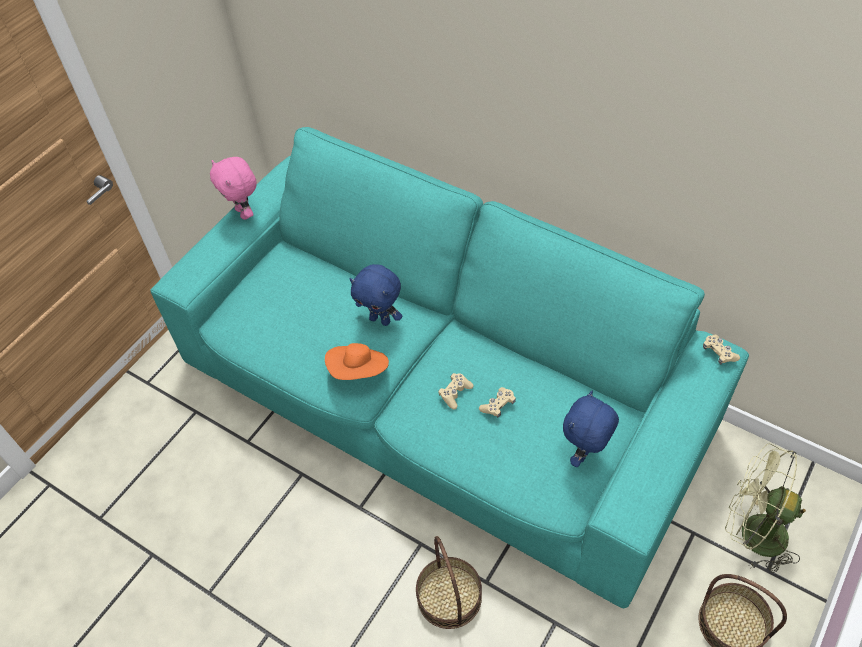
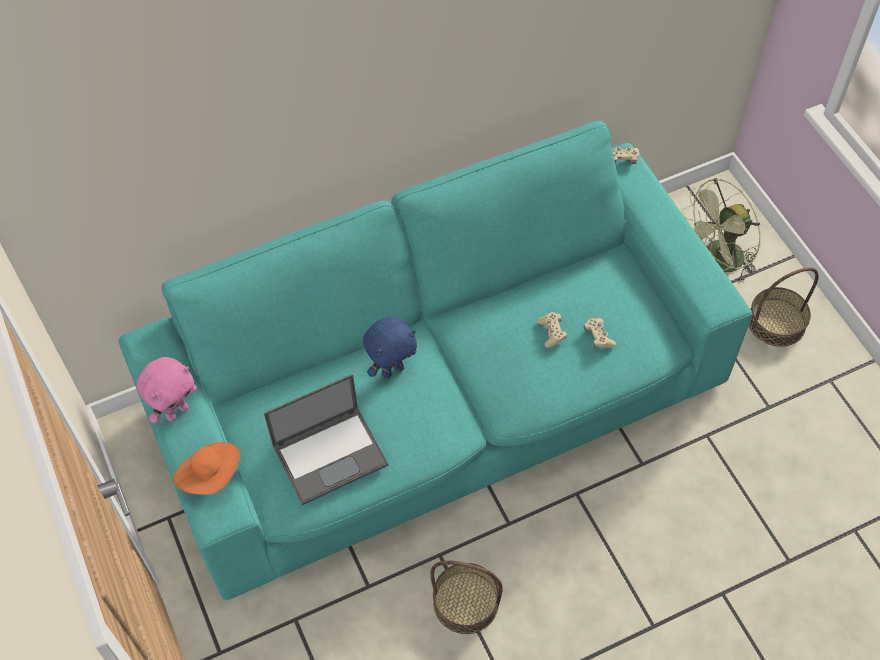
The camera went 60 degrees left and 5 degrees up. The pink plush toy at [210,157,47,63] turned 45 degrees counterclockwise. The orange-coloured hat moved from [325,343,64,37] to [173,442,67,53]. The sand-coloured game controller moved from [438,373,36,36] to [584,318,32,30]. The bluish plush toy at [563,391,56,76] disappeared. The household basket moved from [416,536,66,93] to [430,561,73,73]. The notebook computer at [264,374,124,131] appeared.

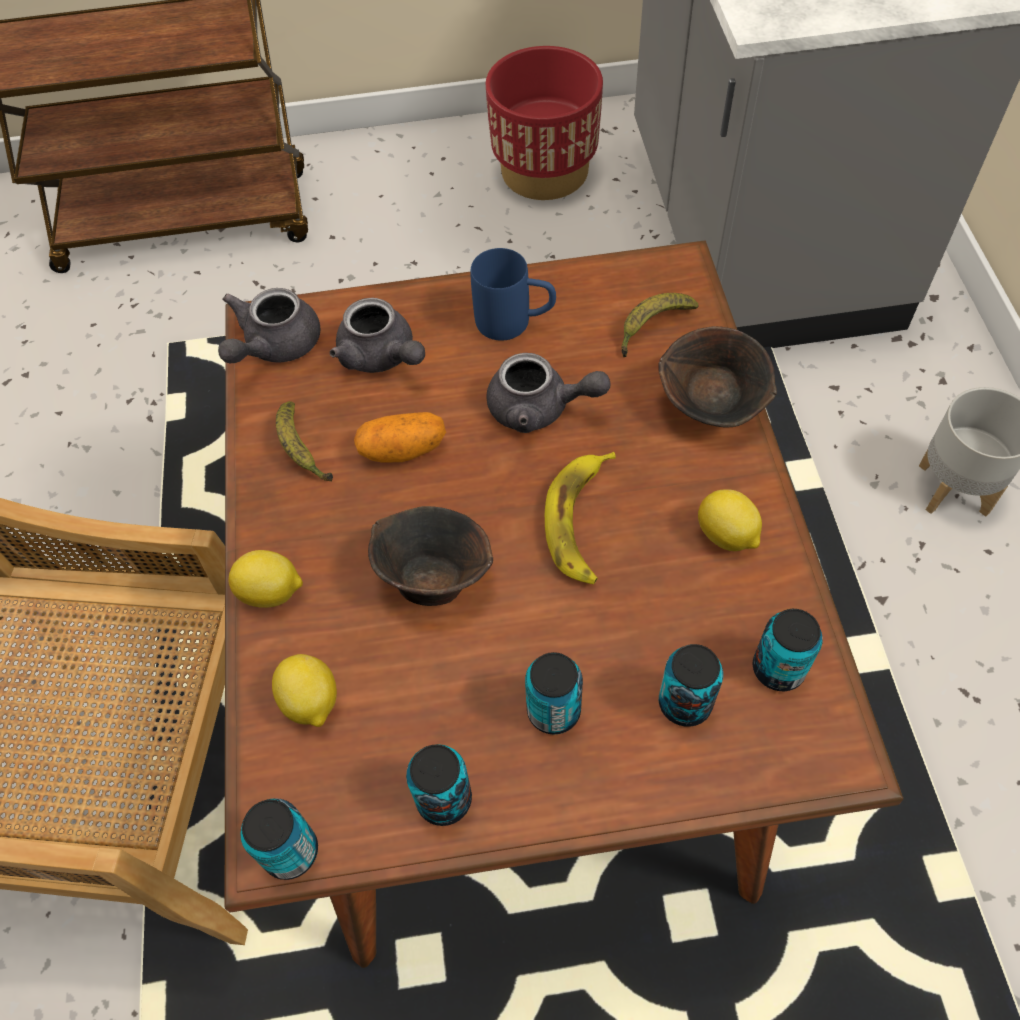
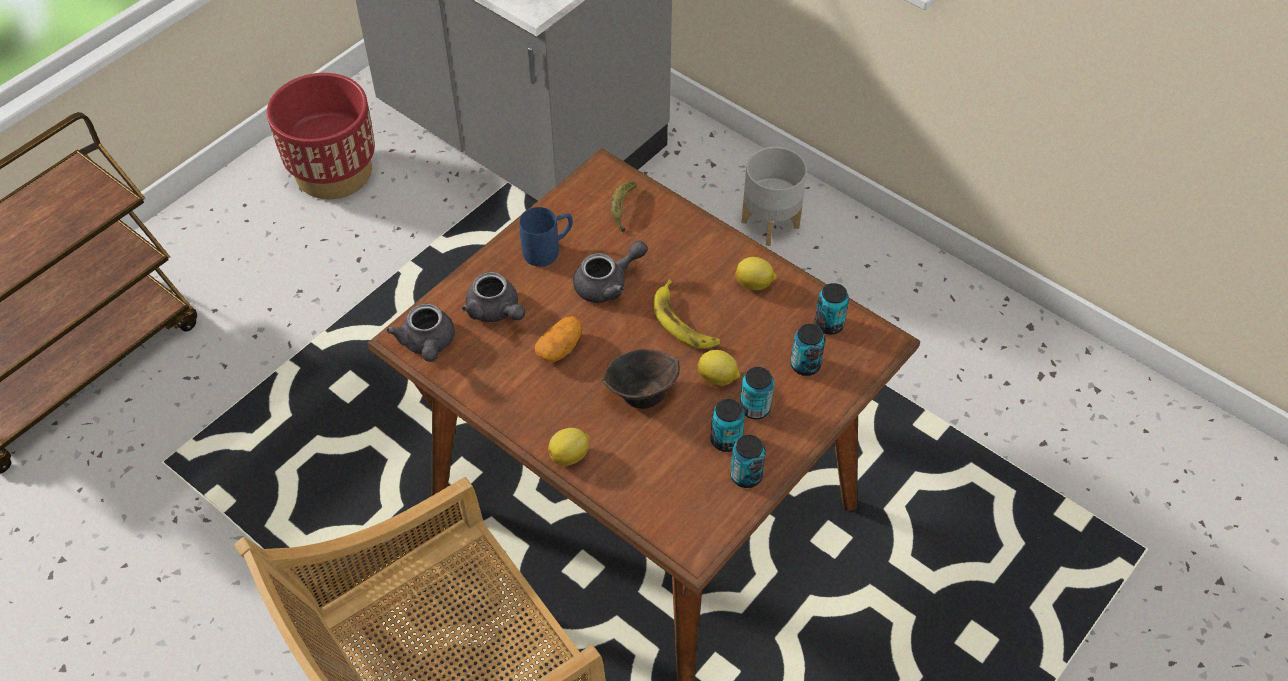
The camera went 45 degrees left and 5 degrees down. The grey pot for tea at [329,298,96,75] turned 45 degrees clockwise. The brown-coloured serving bowl at [658,326,119,101] disappeared. The whole banana at [276,401,57,81] disappeared. The whole lemon moved from [272,654,65,73] to [698,350,42,36]. The metal can moved from [240,798,78,82] to [710,399,35,53].

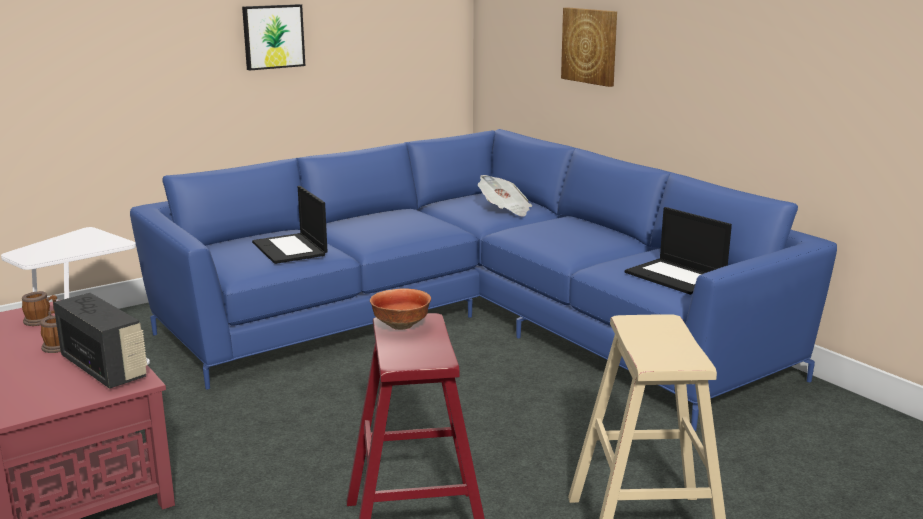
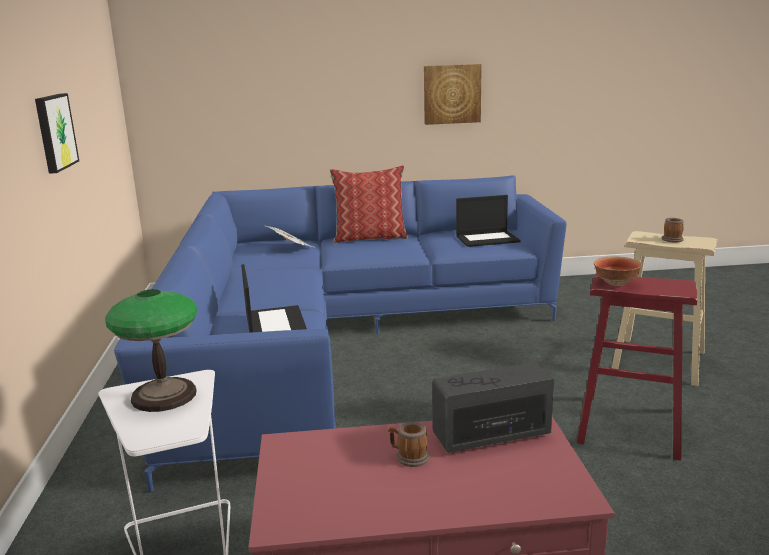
The camera went 60 degrees left and 0 degrees up. The wall art moved from [561,7,56,80] to [424,64,58,61]. The notebook computer at [252,186,76,78] turned 105 degrees counterclockwise. The tea mug moved from [22,291,35,35] to [662,218,22,24]. The pillow at [330,165,78,78] appeared. The table lamp at [105,289,93,123] appeared.

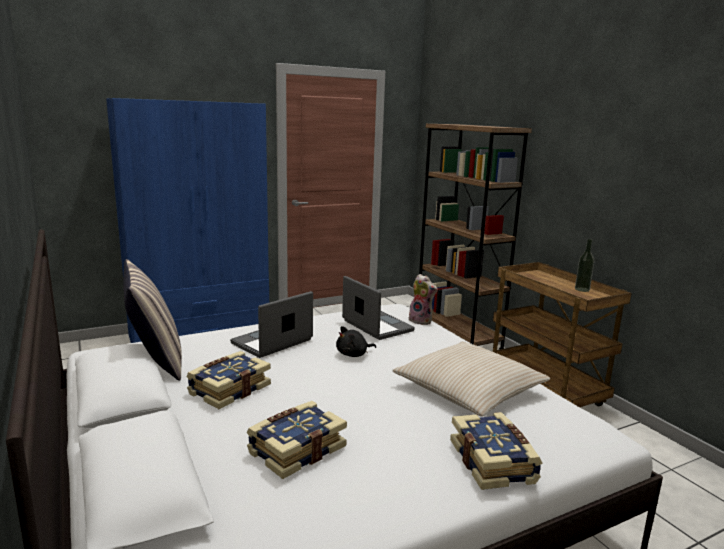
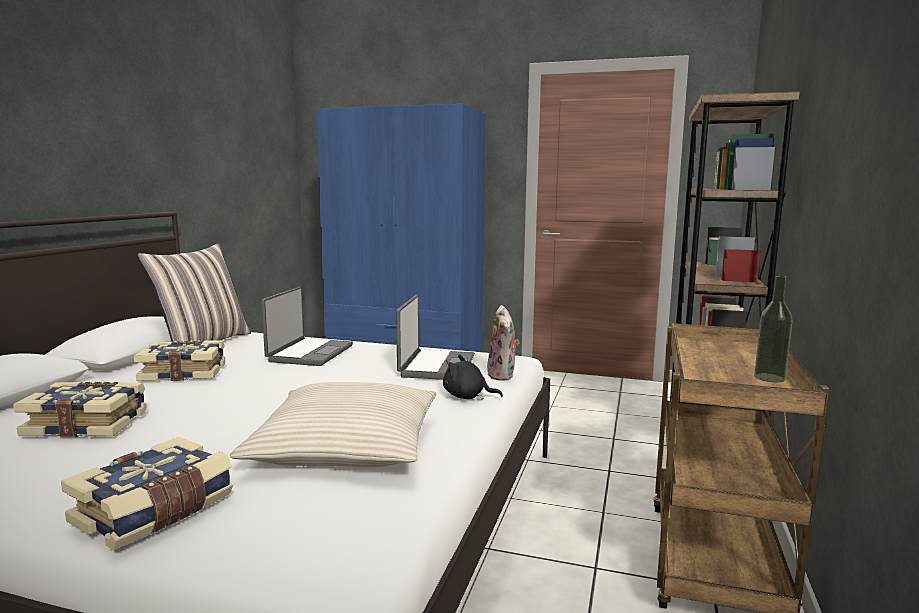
The camera went 45 degrees right and 5 degrees down. The notebook computer at [230,291,83,67] turned 105 degrees clockwise. The black plush toy moved from [336,326,40,31] to [443,354,60,46].

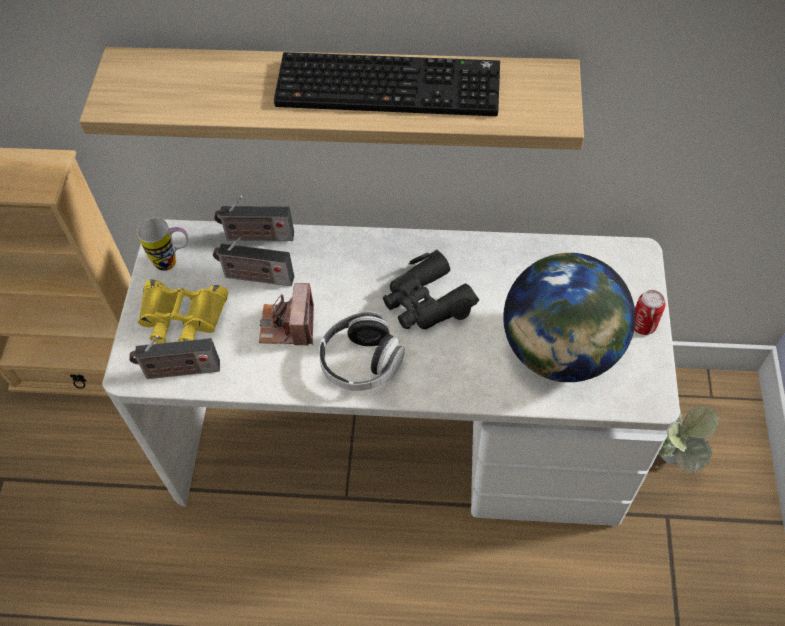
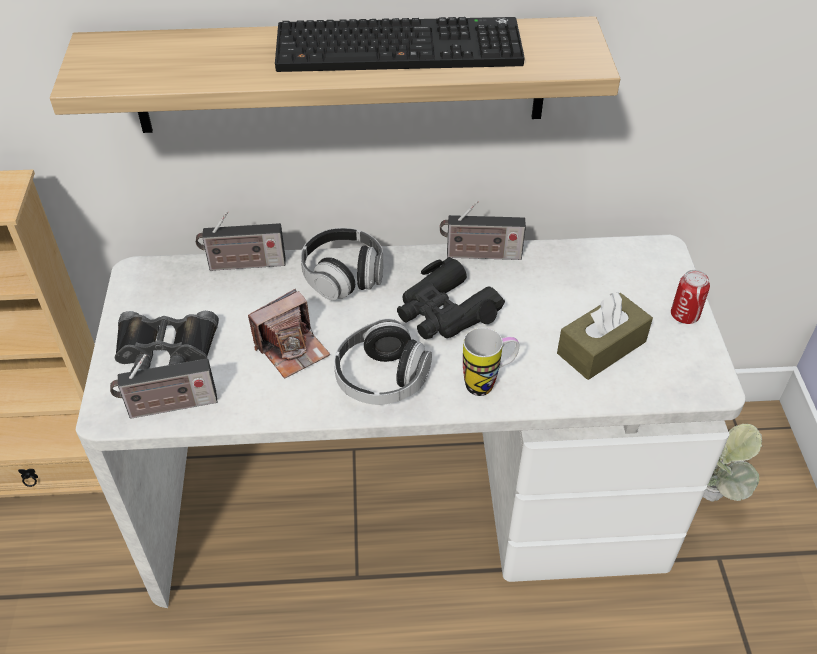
The camera went 10 degrees left and 10 degrees down. The tea mug moved from [137,218,51,53] to [463,328,56,68]. The radio receiver moved from [213,237,81,49] to [440,200,86,60]. The globe at [503,253,132,129] was replaced by the brown-coloured tissue box at [557,292,96,88]. The yellow-coloured pair of binoculars at [138,279,91,64] became the black pair of binoculars at [115,311,104,61]. The still camera at [259,283,55,62] turned 120 degrees counterclockwise. The headset at [301,228,82,72] appeared.

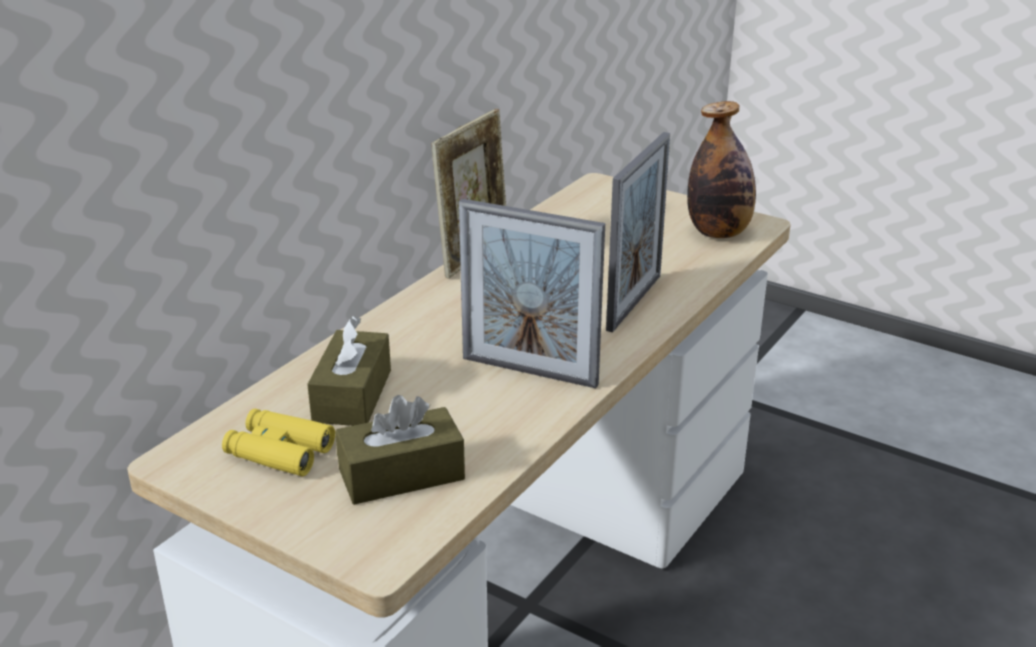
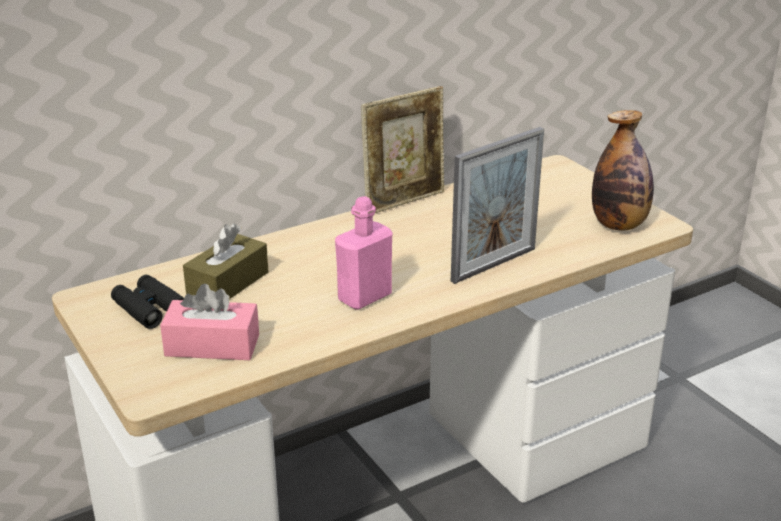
The camera went 25 degrees right and 0 degrees up. The standing frame at [459,199,146,189] was replaced by the pink beverage bottle at [335,196,58,114]. The brown-coloured tissue box at [335,395,130,110] became the pink tissue box at [160,284,99,76]. The yellow-coloured pair of binoculars at [222,408,113,68] became the black pair of binoculars at [111,275,73,54].

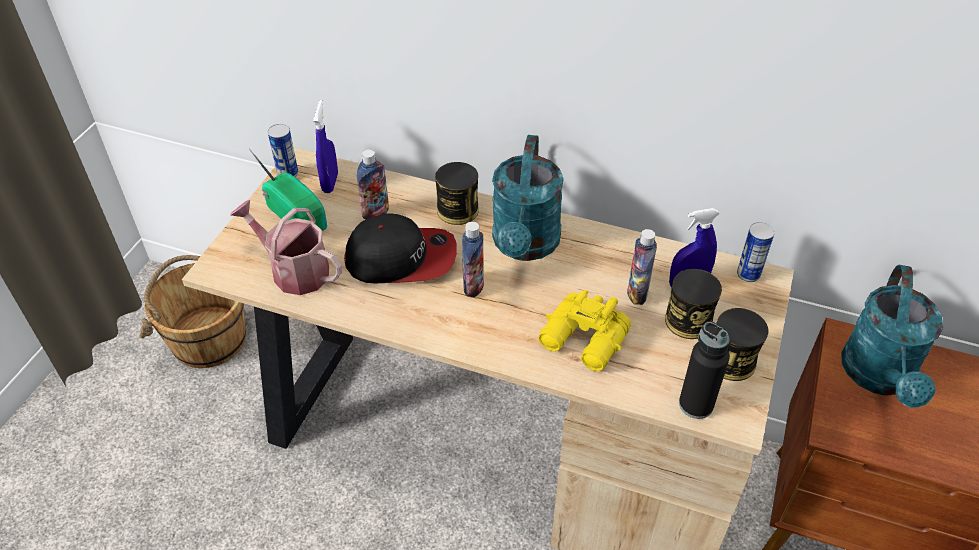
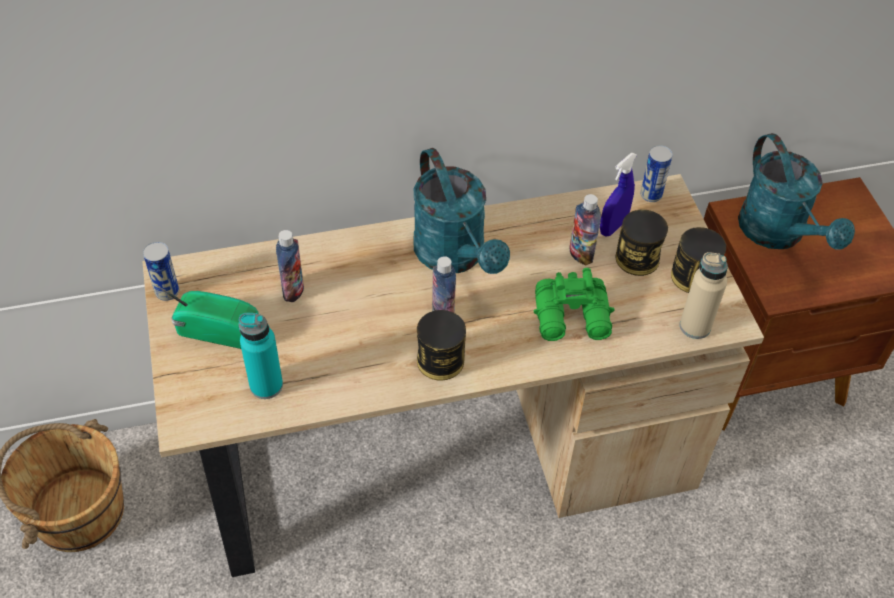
The camera went 35 degrees left and 5 degrees up. The bluish spray bottle at [313,100,25,93] disappeared. The metal can moved from [435,162,44,63] to [417,310,49,70]. The watering pot at [230,200,112,95] was replaced by the blue-green beverage bottle at [238,313,45,86]. The peaked cap at [344,214,113,70] disappeared. The yellow-coloured pair of binoculars at [538,290,93,81] became the green-coloured pair of binoculars at [534,268,81,73]. The black beverage bottle at [679,321,51,98] became the sand-coloured beverage bottle at [680,252,48,87].

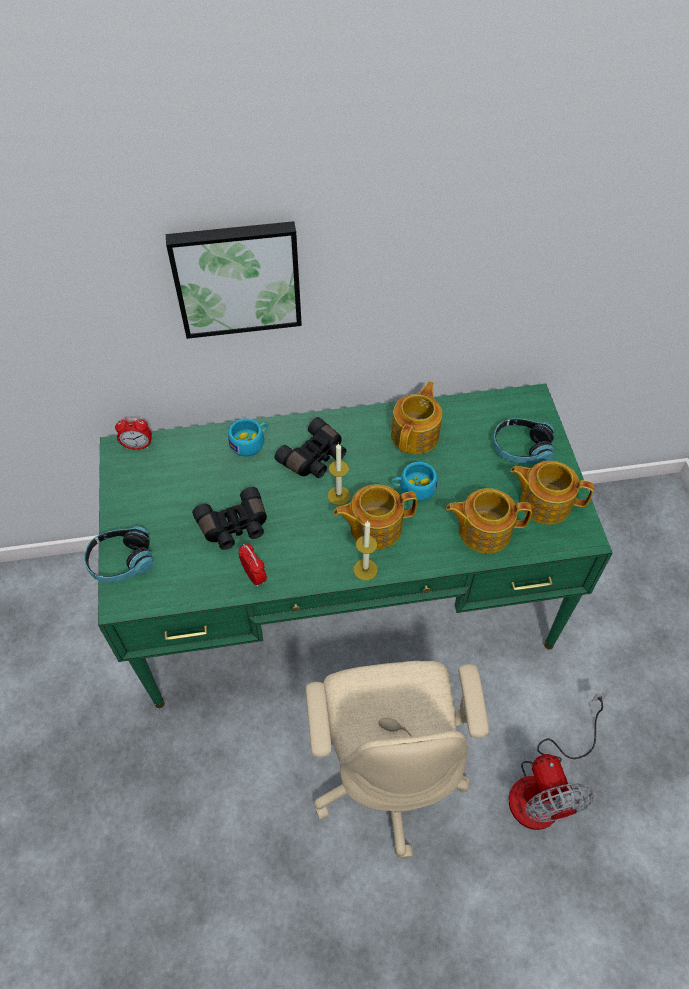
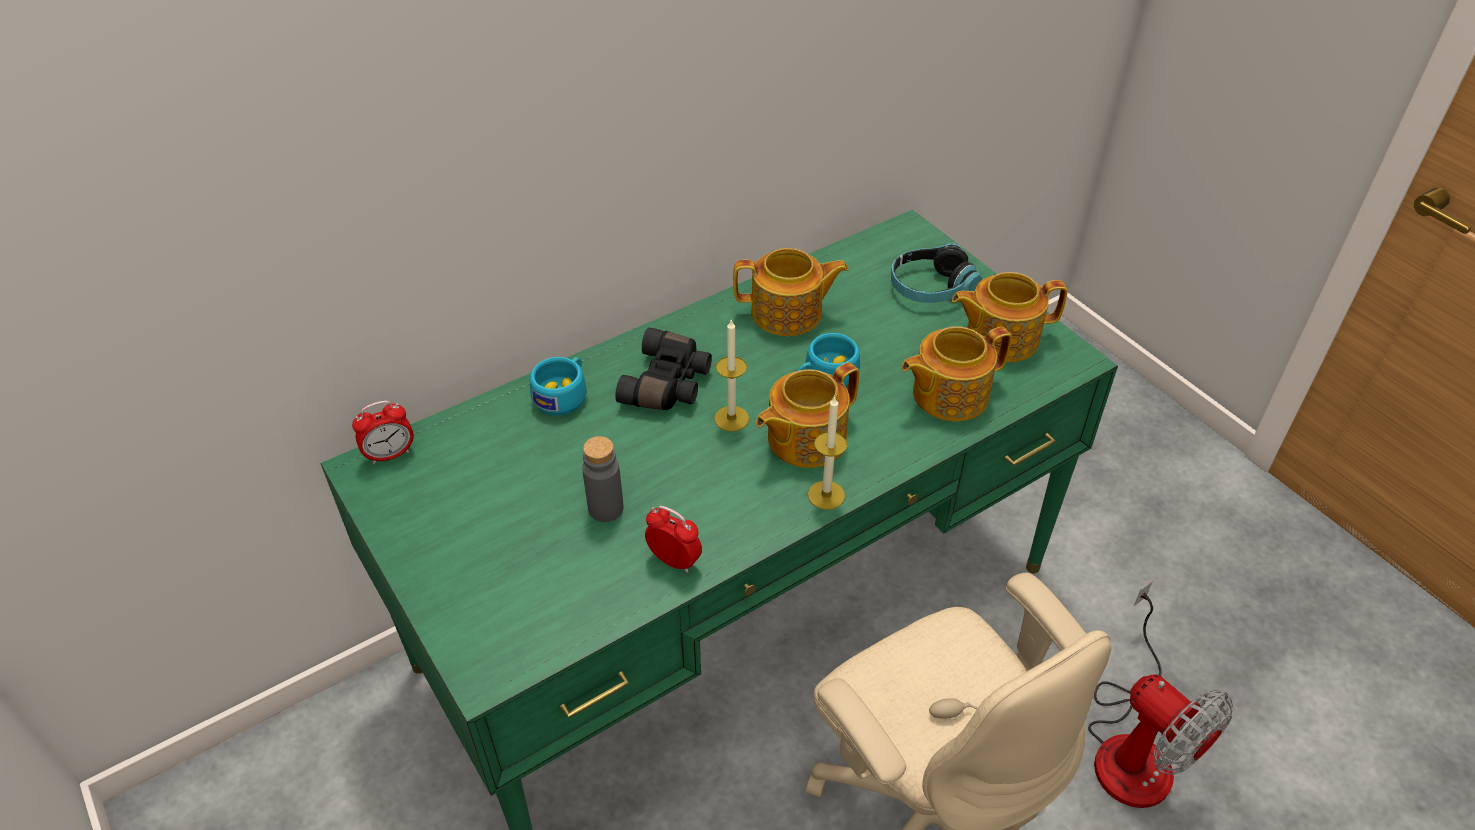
The camera went 25 degrees left and 10 degrees down. The wall art at [166,221,136,118] disappeared. The pot for tea at [391,381,51,73] turned 90 degrees clockwise. The black pair of binoculars at [192,487,75,63] was replaced by the grey beverage bottle at [582,436,41,86]. The headset at [84,526,70,57] disappeared.

